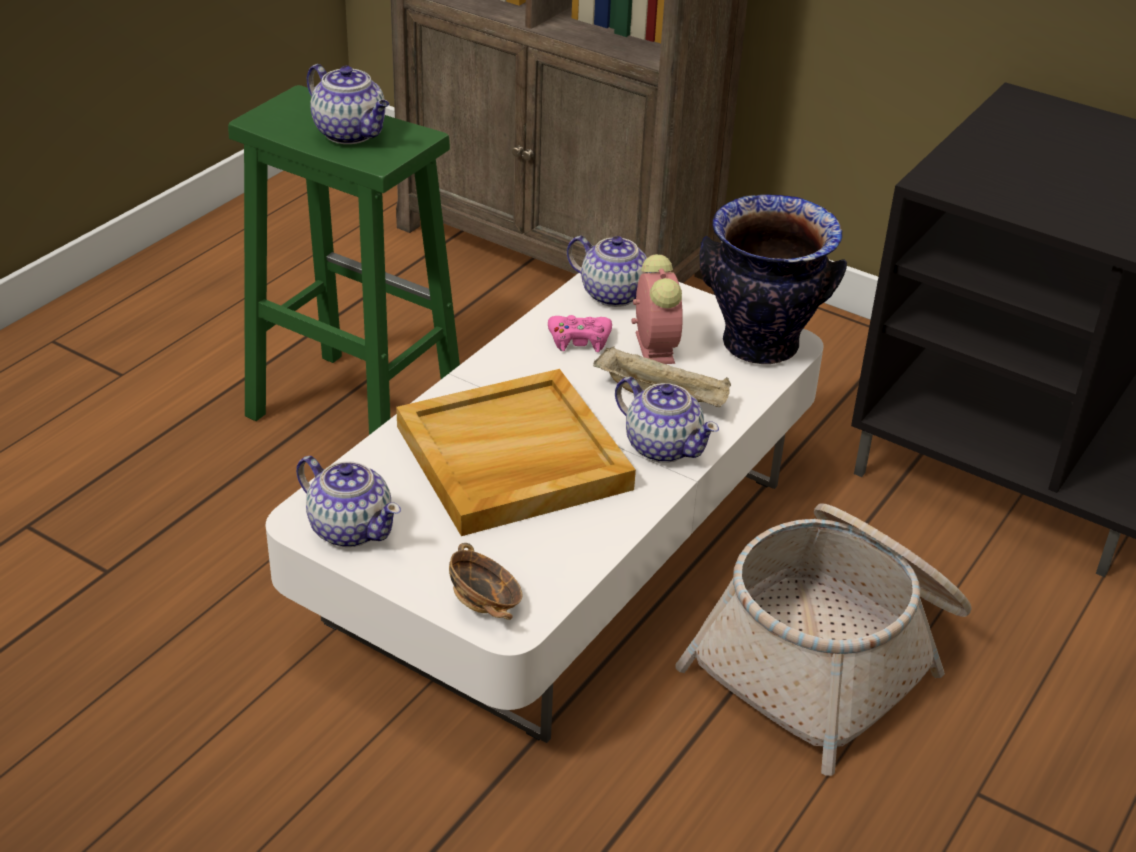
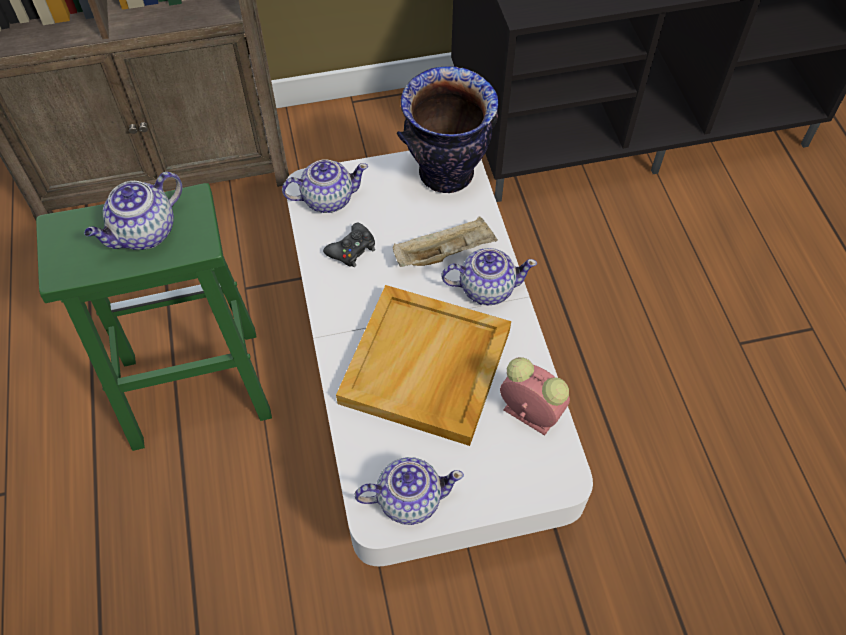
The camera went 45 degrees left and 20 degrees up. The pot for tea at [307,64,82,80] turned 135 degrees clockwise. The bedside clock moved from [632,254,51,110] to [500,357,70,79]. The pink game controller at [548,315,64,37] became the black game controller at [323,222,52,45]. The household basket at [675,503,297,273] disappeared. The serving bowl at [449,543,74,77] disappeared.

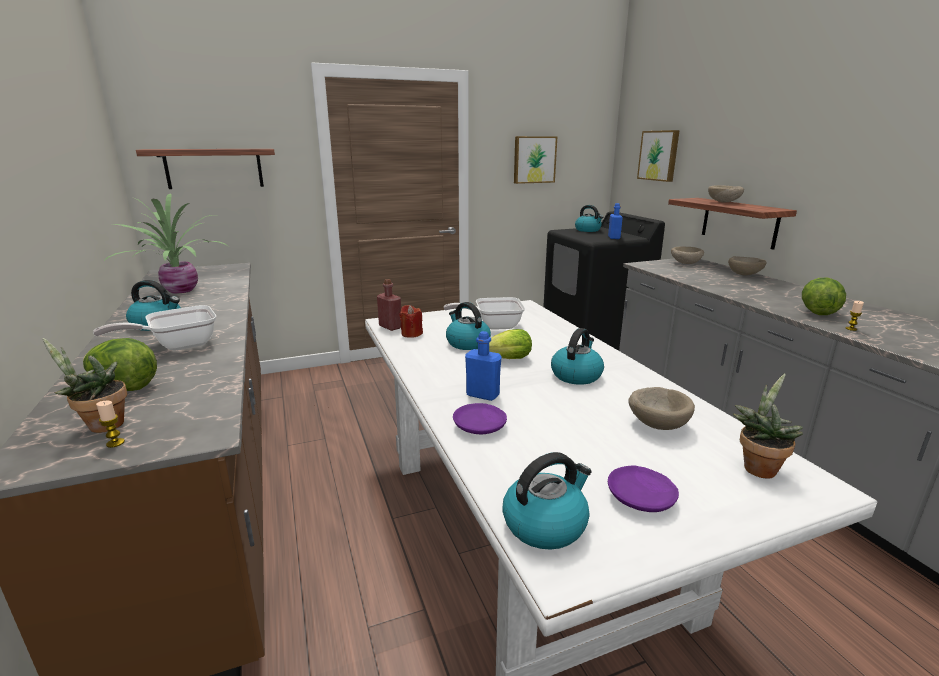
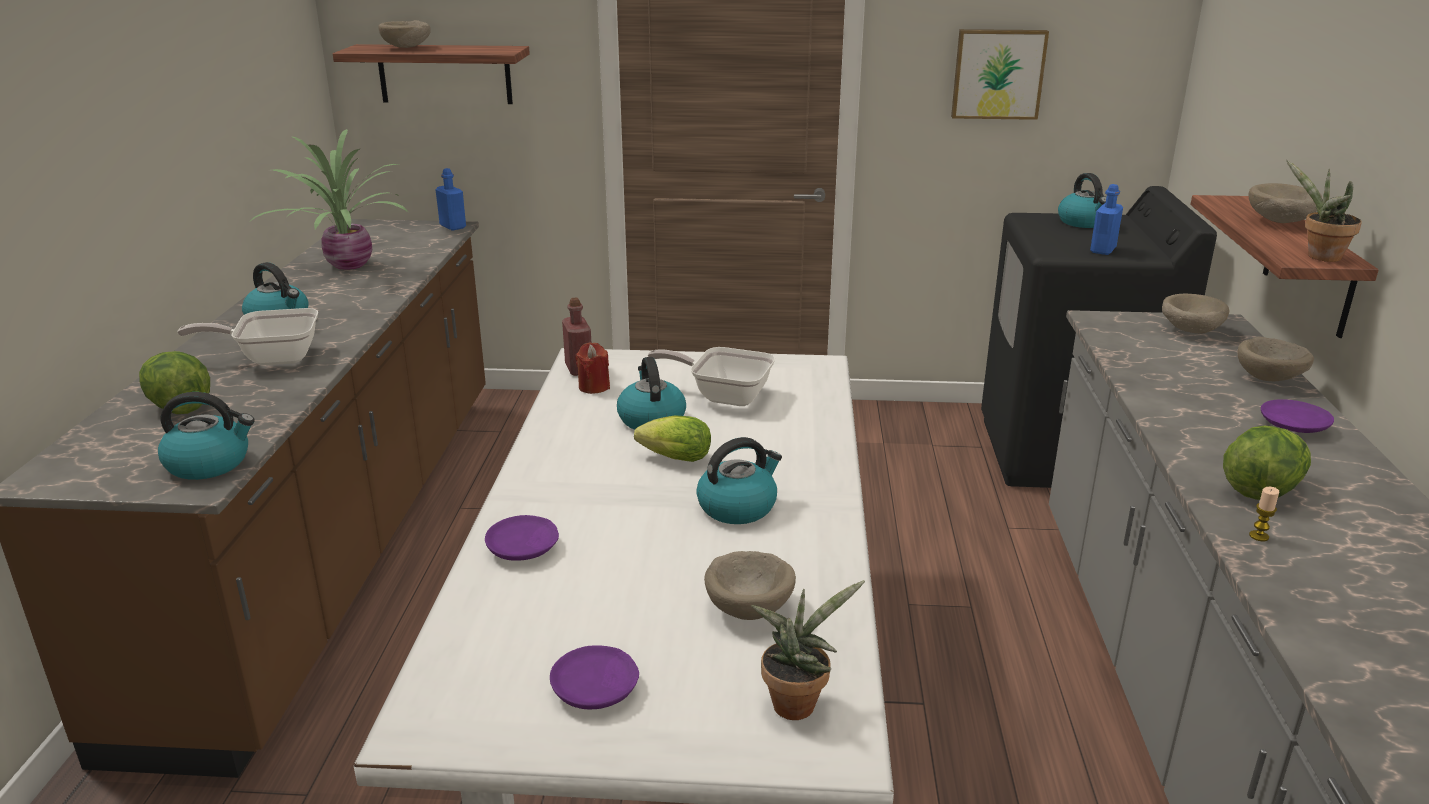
The camera went 25 degrees right and 5 degrees up. The wall art at [637,130,43,52] disappeared. The bluish beverage bottle moved from [465,331,36,70] to [436,168,30,63]. The houseplant moved from [43,338,84,95] to [1286,160,76,102]. The candle at [96,401,29,47] disappeared. The tea kettle moved from [502,452,90,98] to [158,392,97,88]. The sand-coloured serving bowl at [378,20,53,28] appeared. The purplish dinner plate at [1261,399,73,34] appeared.

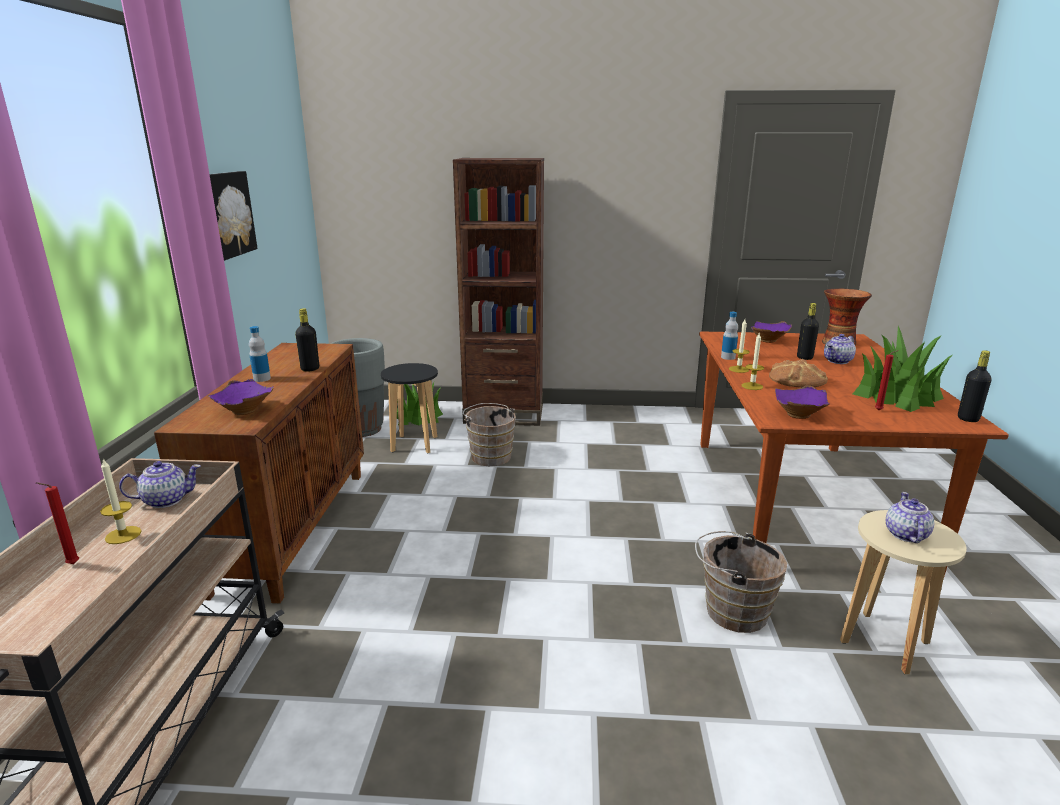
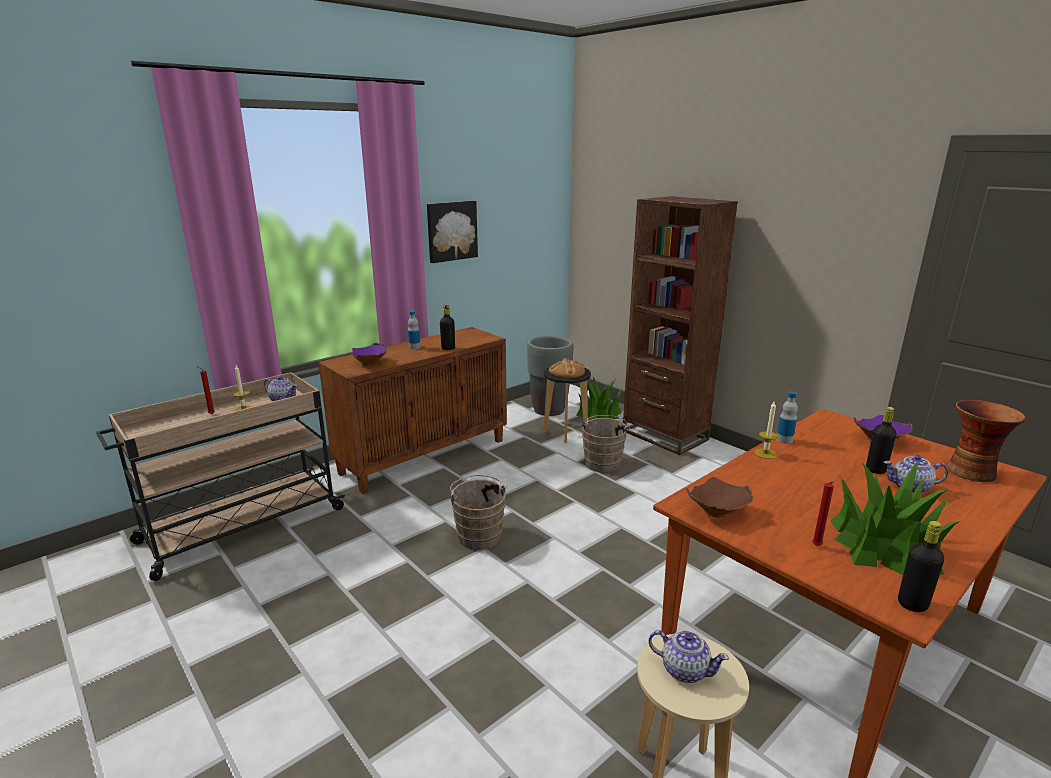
The camera went 45 degrees right and 0 degrees up. The candle at [742,333,22,57] disappeared. The bakery bread moved from [769,359,59,29] to [549,358,36,20]. The purplish serving bowl at [775,385,55,34] became the brown-coloured serving bowl at [686,476,67,42]. The pot for tea at [886,492,48,51] turned 60 degrees clockwise. The brown-coloured bucket moved from [695,531,92,102] to [448,475,59,75].

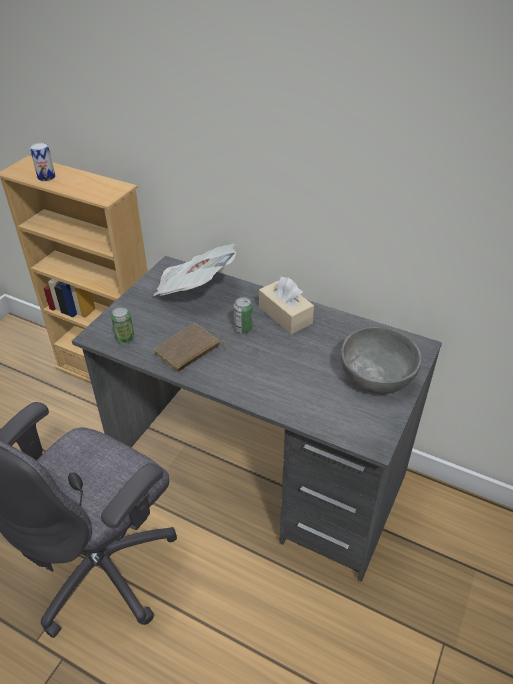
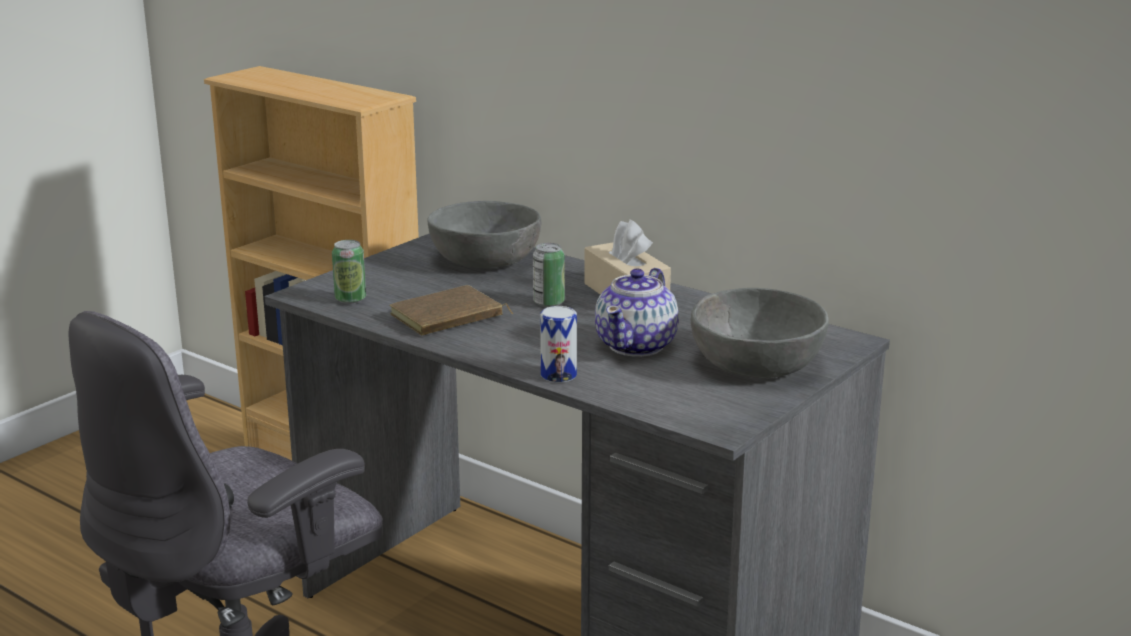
The camera went 10 degrees right and 20 degrees down. The metal can moved from [30,143,25,38] to [540,306,37,76]. The printed paper at [153,244,83,52] was replaced by the grey serving bowl at [428,201,113,67]. The pot for tea at [595,268,84,89] appeared.

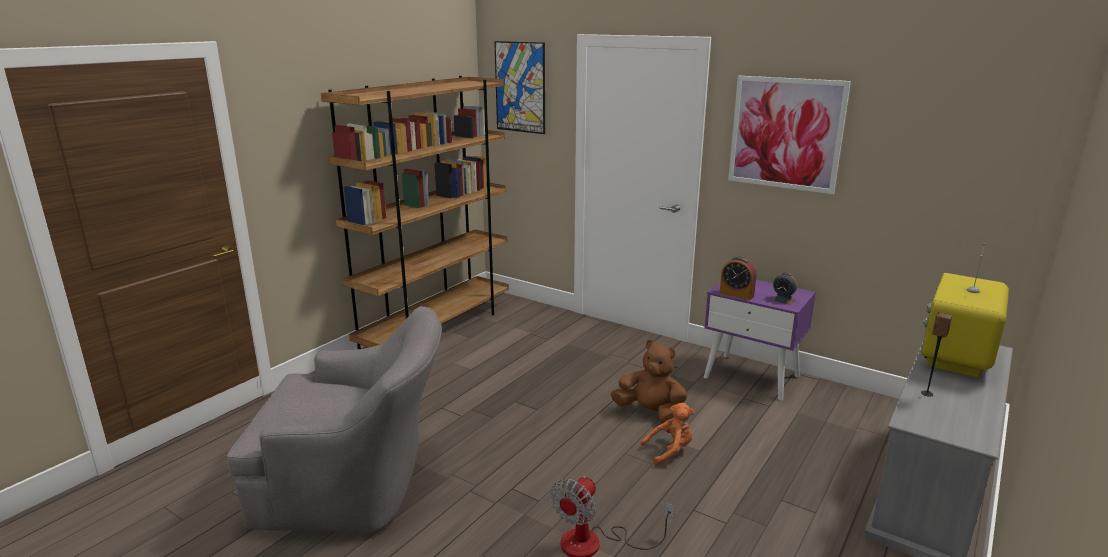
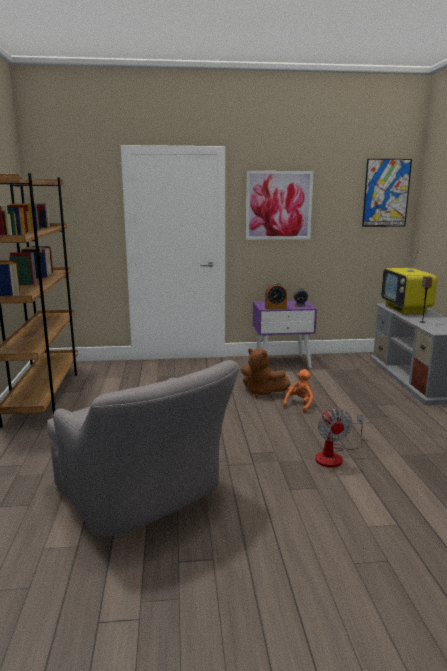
The camera went 40 degrees left and 5 degrees down. The wall art moved from [494,41,51,93] to [362,159,50,68]. The grey armchair at [227,307,215,226] turned 90 degrees clockwise. The brown-coloured plush toy at [611,340,76,84] turned 135 degrees counterclockwise.

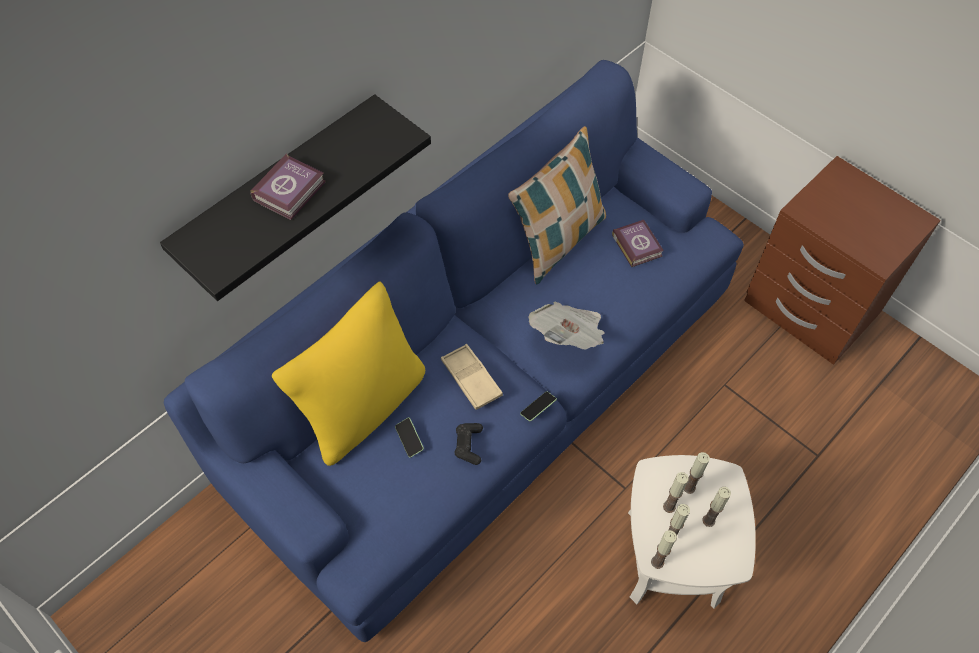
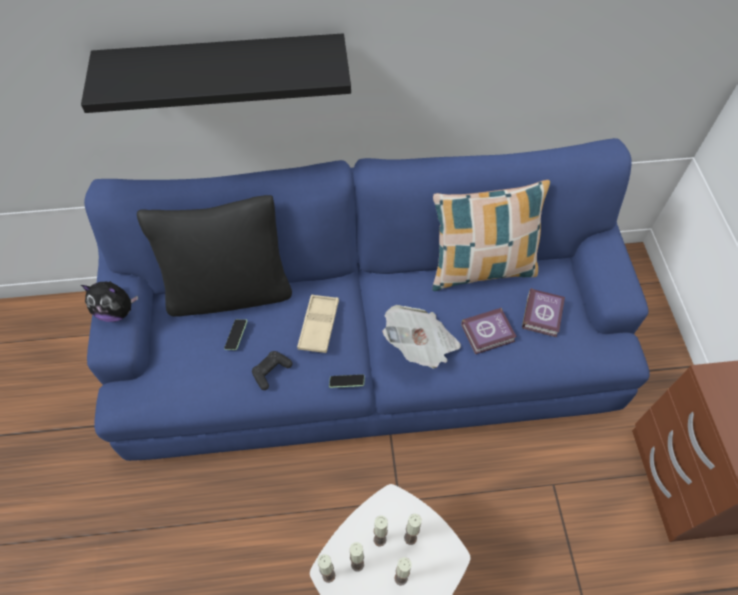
The camera went 40 degrees right and 0 degrees up. The volume moved from [250,153,76,67] to [461,308,56,46]. The yellow-coloured pillow at [272,282,153,184] became the black pillow at [137,195,155,122]. The plush toy at [81,281,57,41] appeared.

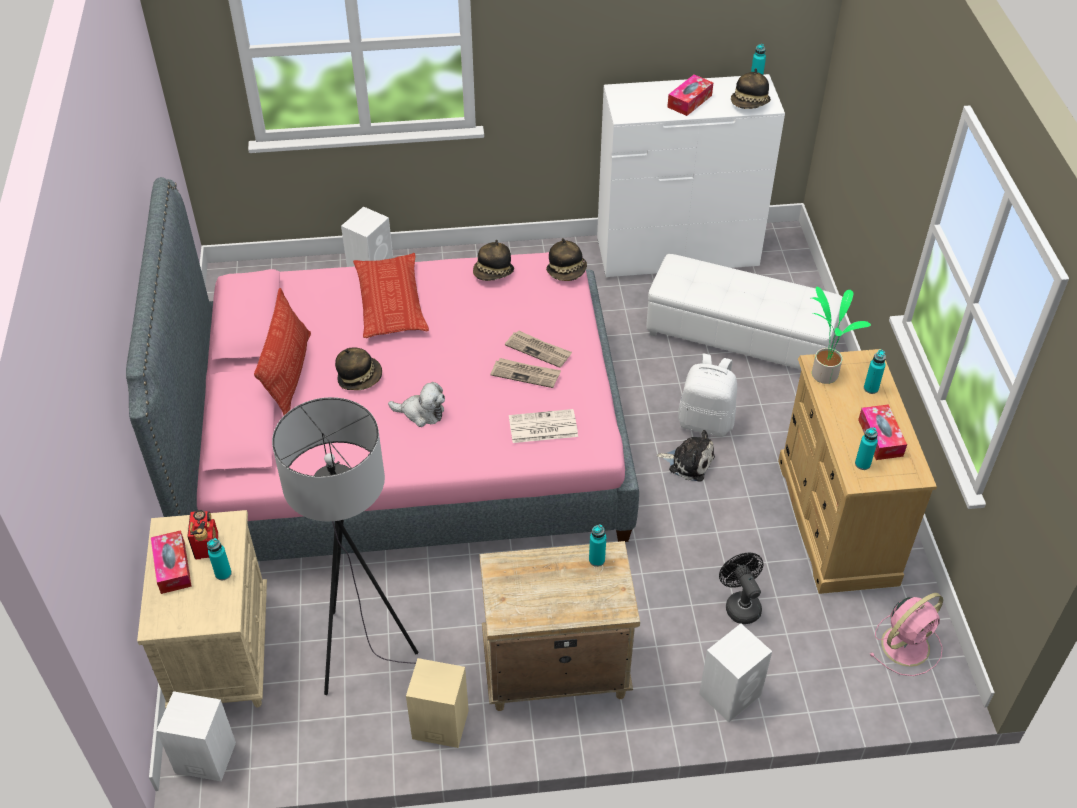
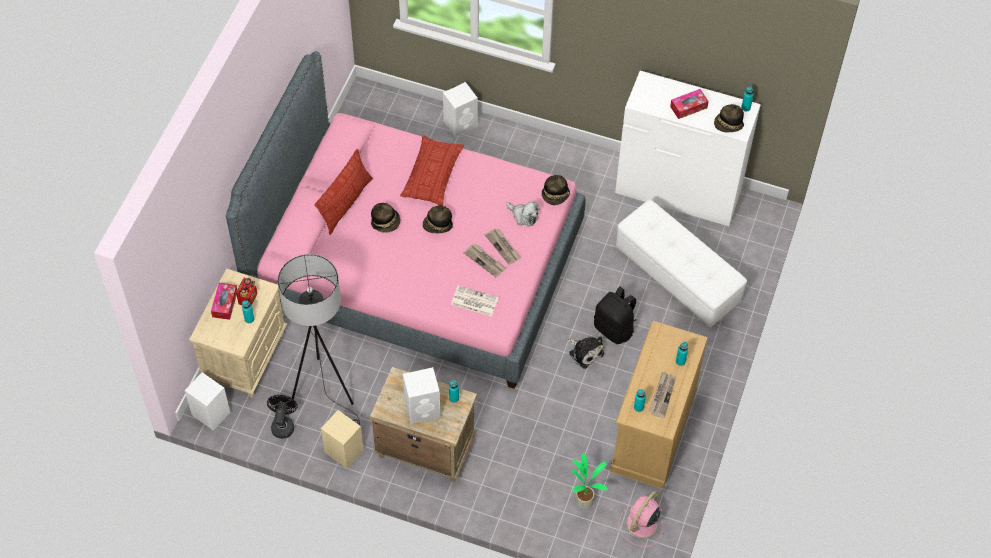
The camera went 25 degrees right and 10 degrees up. The hat moved from [473,240,41,41] to [423,206,30,27]. The houseplant moved from [812,287,59,97] to [571,453,37,56]. The white backpack at [678,354,59,83] became the black backpack at [594,286,42,58]. The plush toy moved from [388,382,57,45] to [506,202,34,24]. The tissue box at [858,404,49,56] was replaced by the printed paper at [649,372,27,46]. The black fan moved from [719,553,45,71] to [267,395,30,43]. The pink fan at [869,593,74,83] turned 135 degrees clockwise. The white speaker moved from [699,624,73,98] to [403,367,37,57].

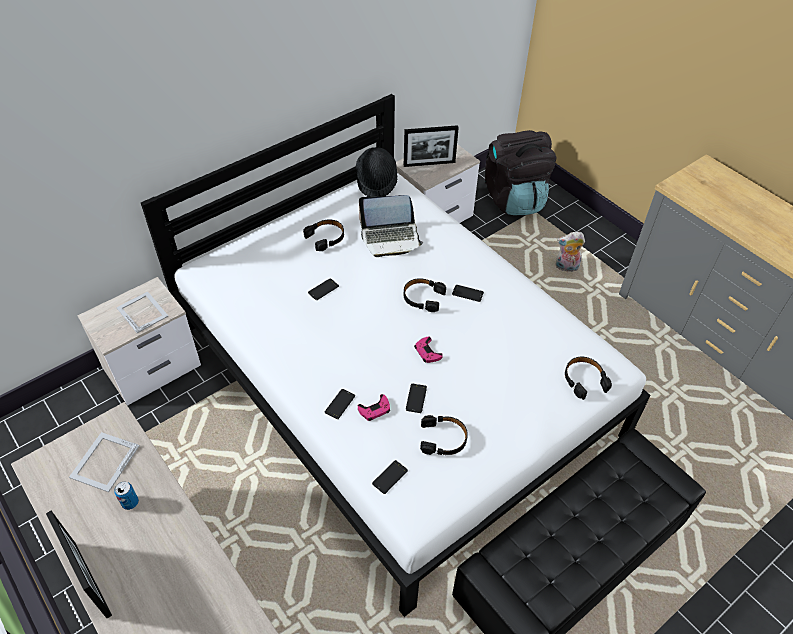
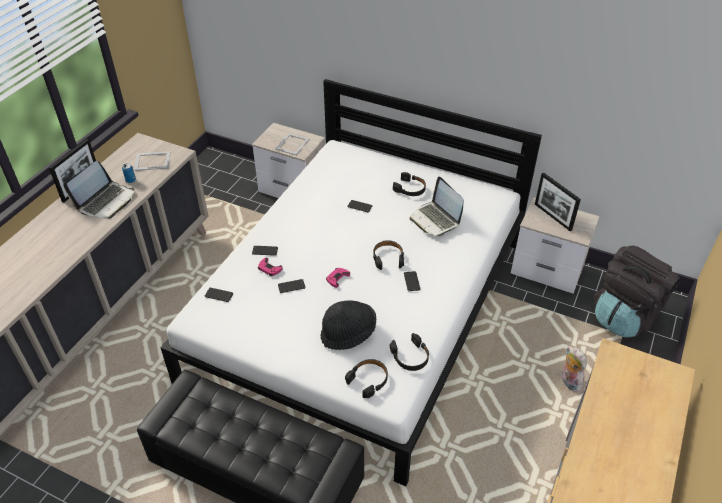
The camera went 65 degrees right and 5 degrees down. The black hat moved from [356,147,41,49] to [320,300,56,50]. The black headset moved from [420,415,48,40] to [390,333,39,38]. The notebook computer at [63,161,71,58] appeared.

